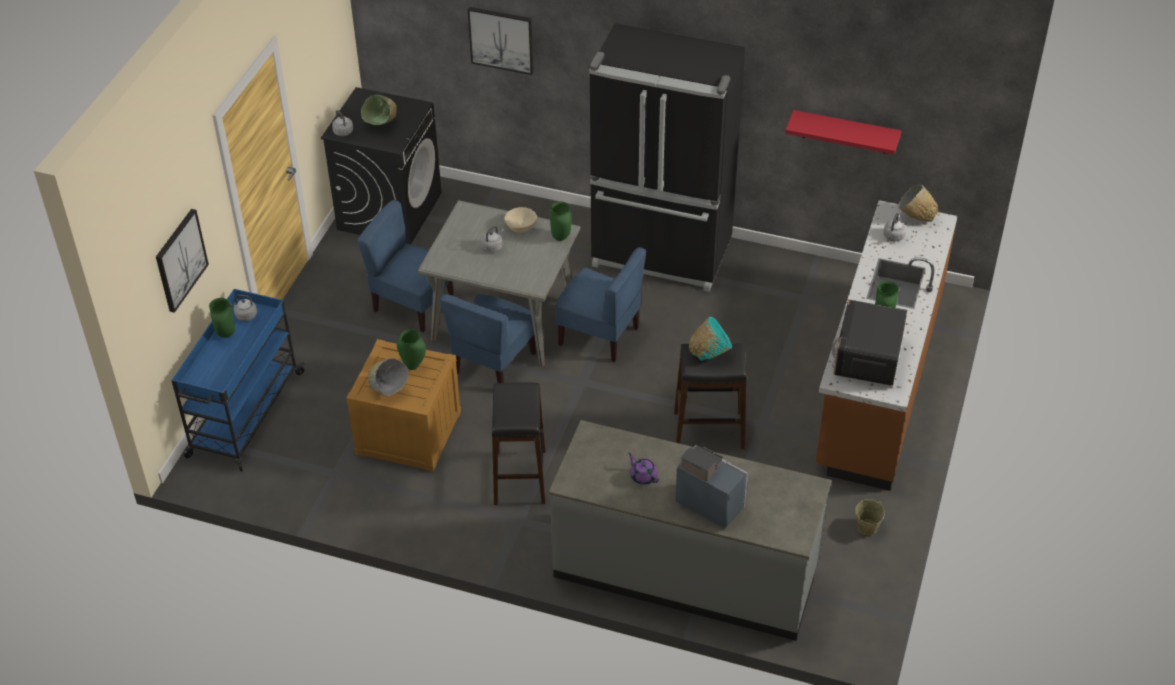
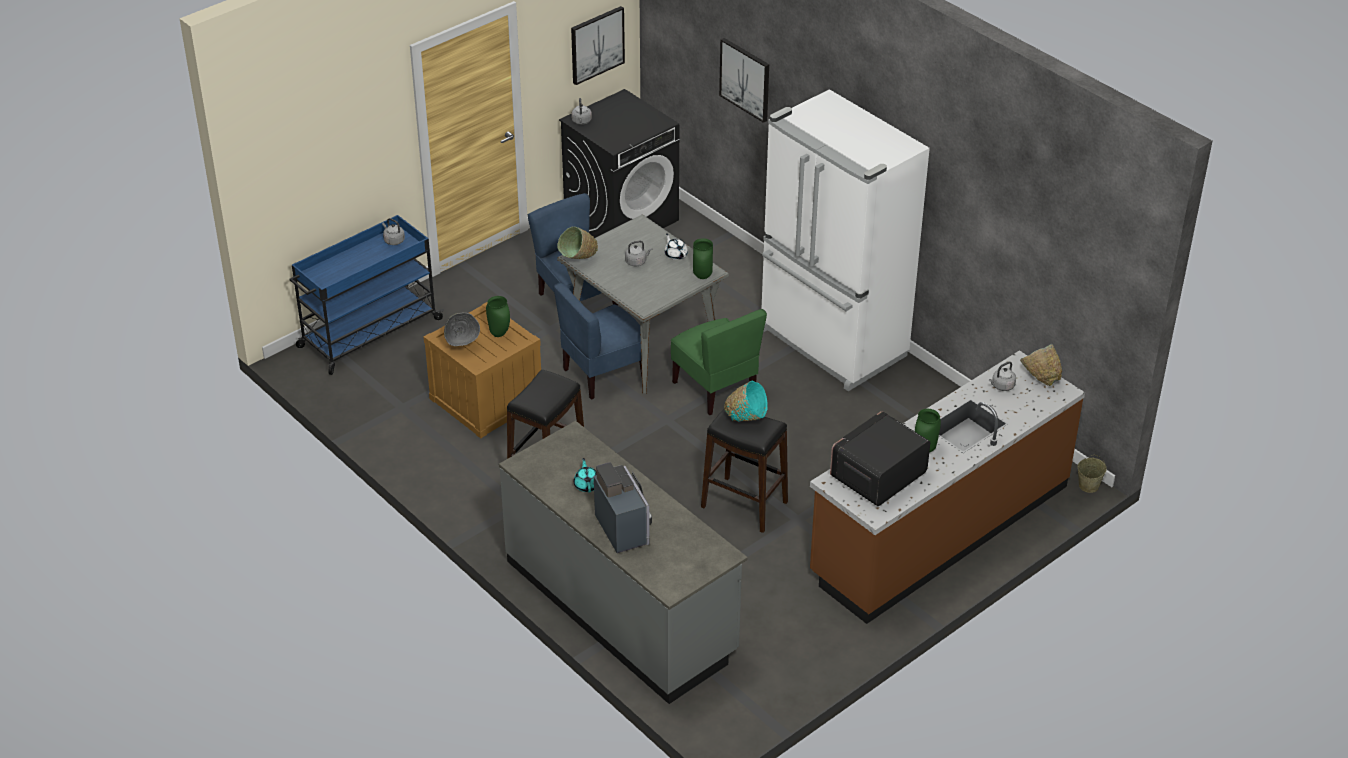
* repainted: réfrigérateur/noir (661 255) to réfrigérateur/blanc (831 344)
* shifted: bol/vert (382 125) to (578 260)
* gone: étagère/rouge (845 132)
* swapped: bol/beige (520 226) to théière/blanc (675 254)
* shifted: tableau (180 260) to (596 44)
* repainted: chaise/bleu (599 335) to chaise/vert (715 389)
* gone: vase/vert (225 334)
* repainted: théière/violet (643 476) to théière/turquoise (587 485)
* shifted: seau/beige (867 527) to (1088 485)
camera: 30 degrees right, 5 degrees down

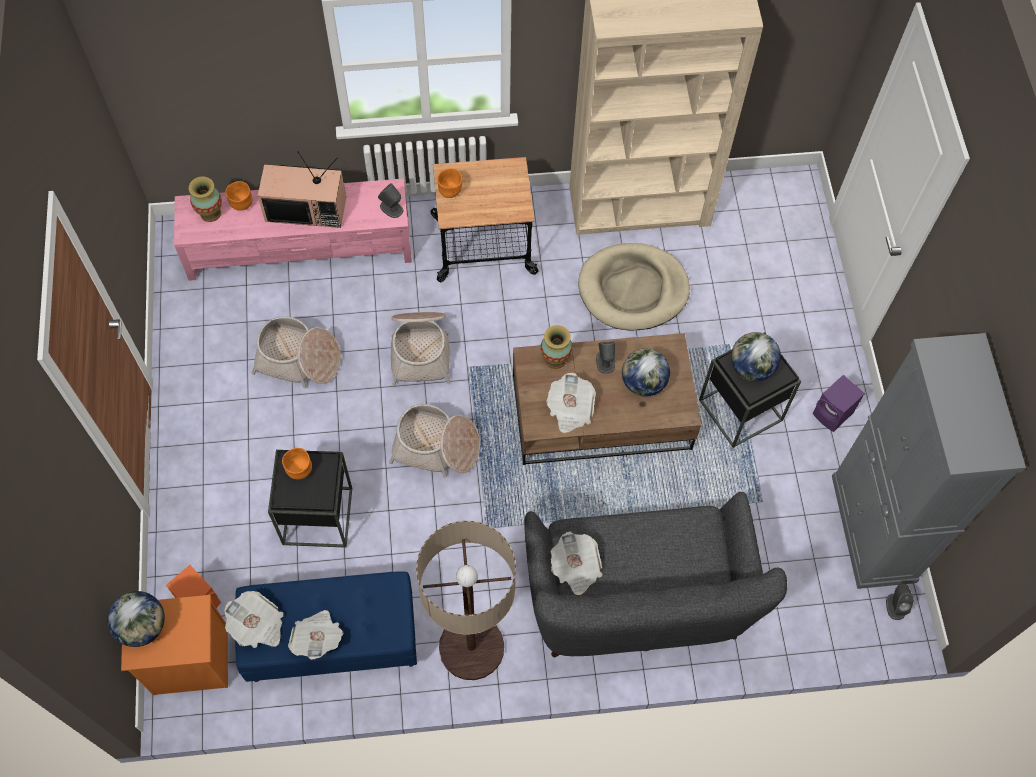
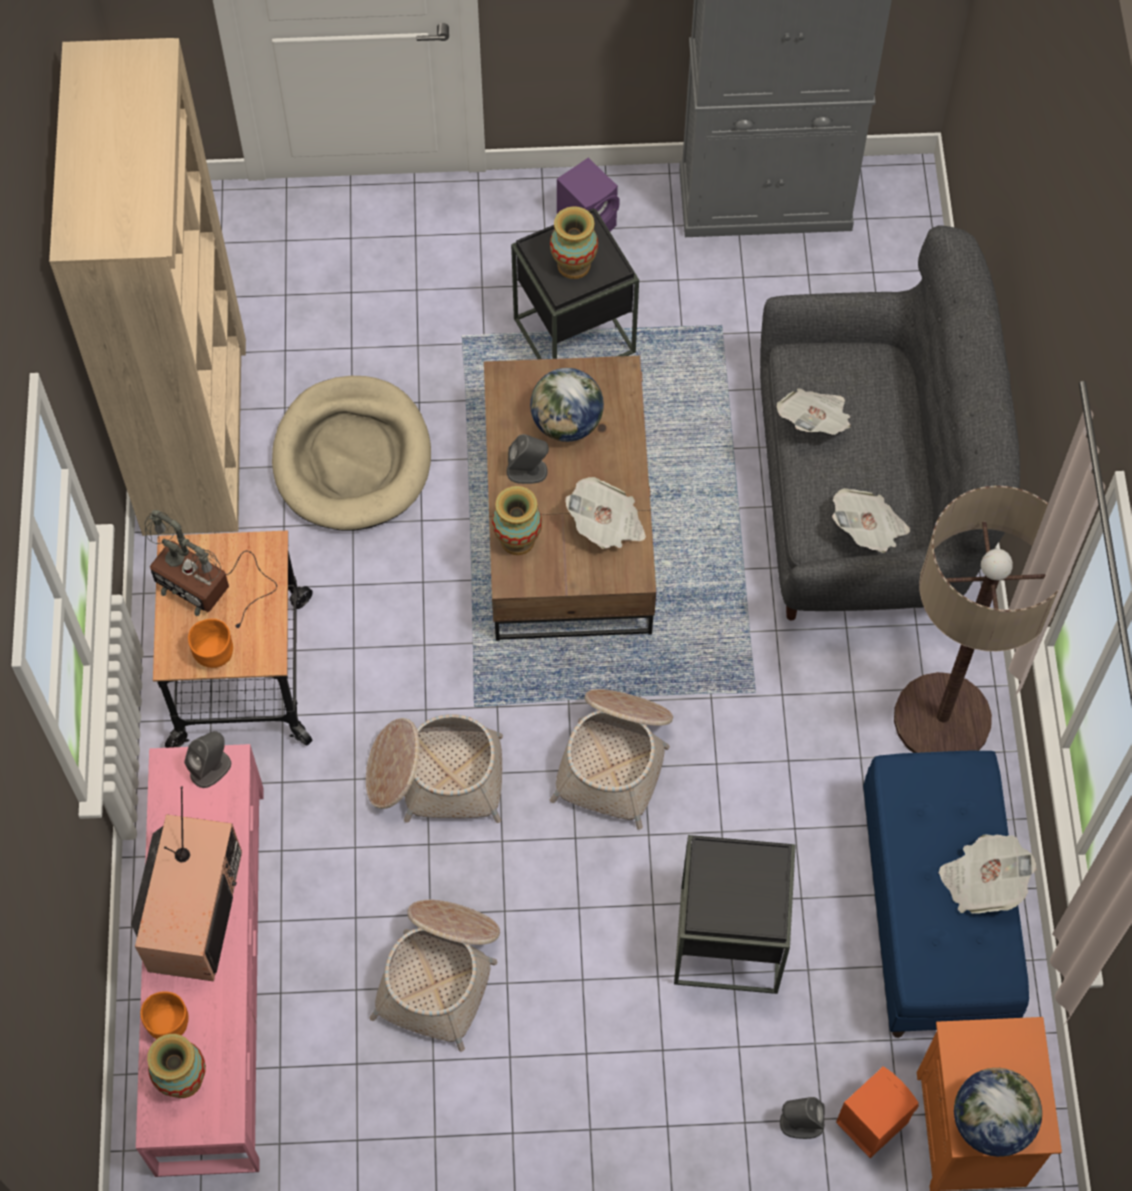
* swapped: globe (751 368) to vase (574 265)
* gone: bol/orange (299 469)
* shifted: enceinte/gris (895 606) to (801 1123)
* shifted: journal (257 626) to (814 421)
* new: lampe de table (206 586)
camera: 85 degrees left, 0 degrees up

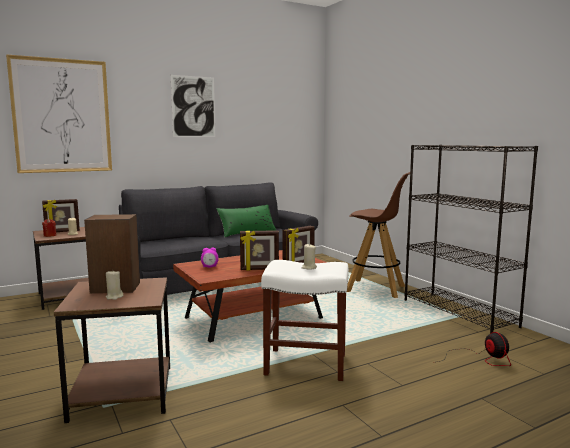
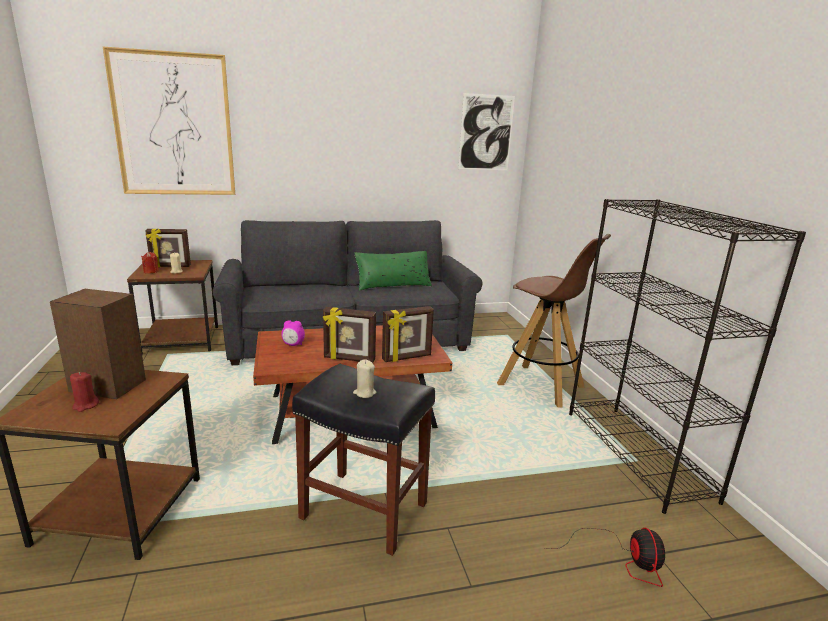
* shifted: tableau (193 106) to (486 133)
* repainted: tabouret/blanc (307 364) to tabouret/noir (366 510)
* repainted: bougie/beige (114 297) to bougie/rouge (85 405)
camera: 15 degrees right, 10 degrees up

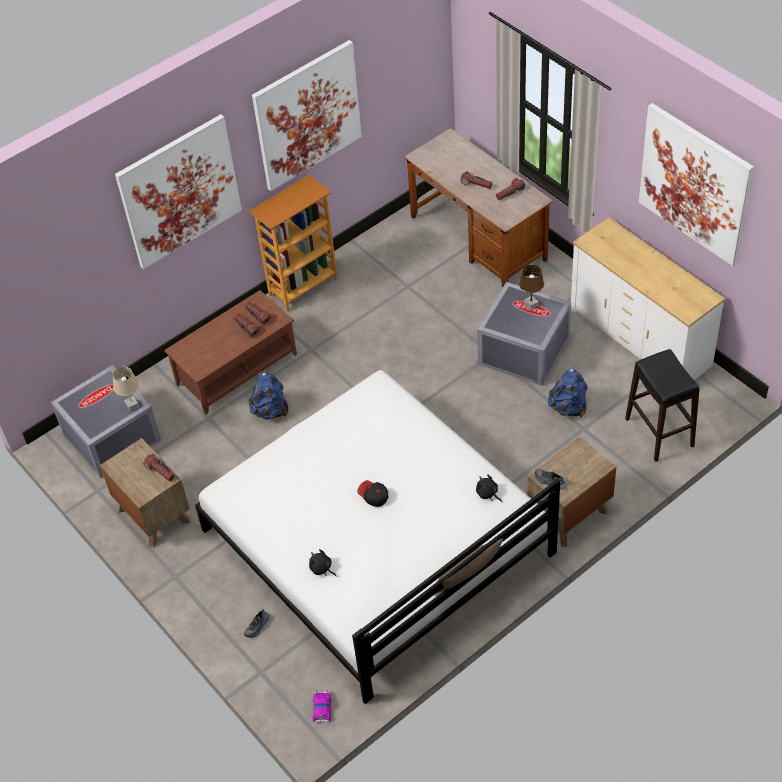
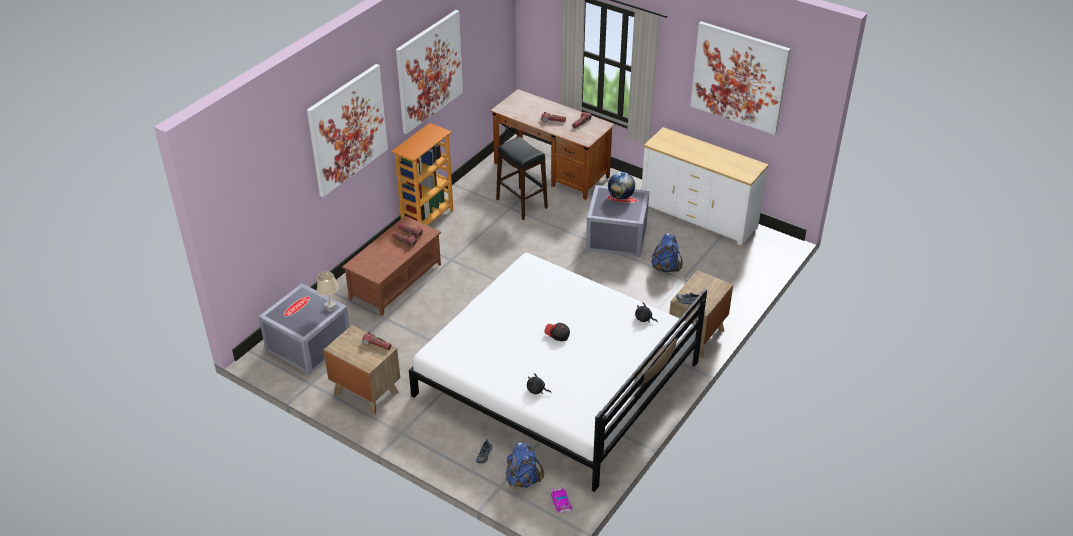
* swapped: lampe de table/marron (531 304) to globe (620 196)
* shifted: tabouret/noir (659 432) to (521 203)
* shifted: sac à dos/bleu (270 410) to (523 479)
camera: 20 degrees left, 10 degrees down

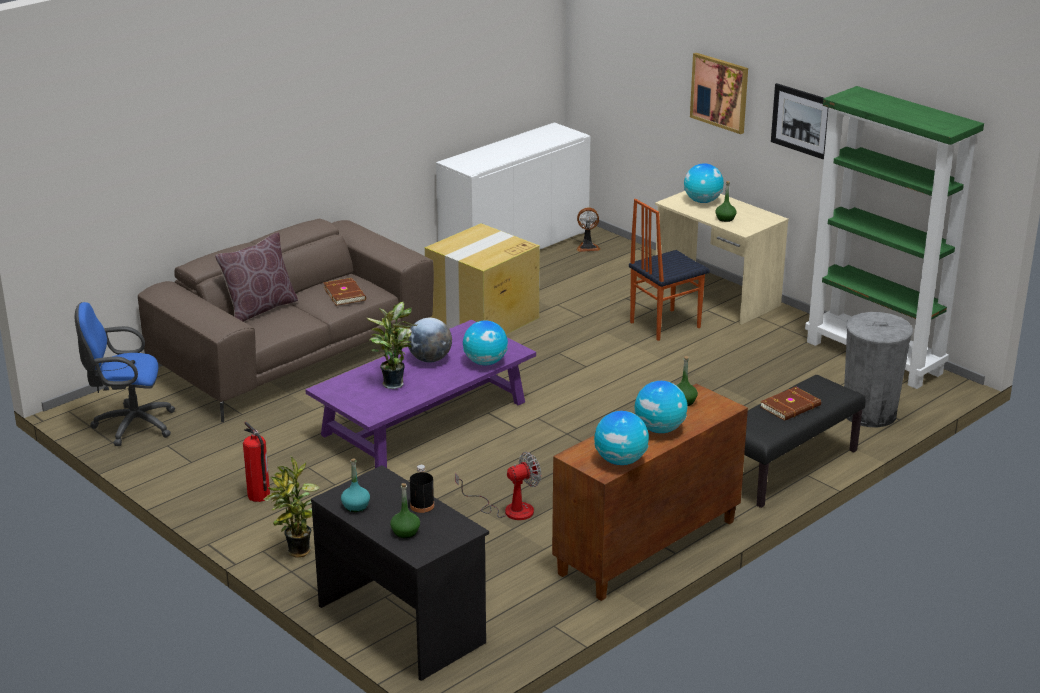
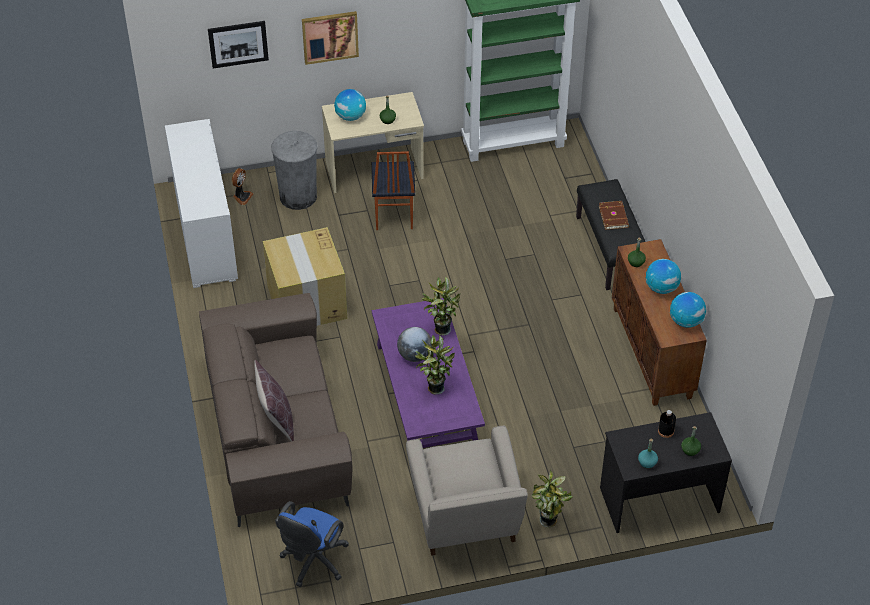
* shifted: tableau (802 121) to (238 44)
* gone: livre/marron (345 293)
* shifted: poubelle/gris (869 413) to (298 196)
* swapped: globe (485 362) to plante en pot (440 329)
* swapped: extincteur (259 496) to fauteuil/beige (466 519)
* gone: ventilateur (508 509)
camera: 60 degrees left, 20 degrees up

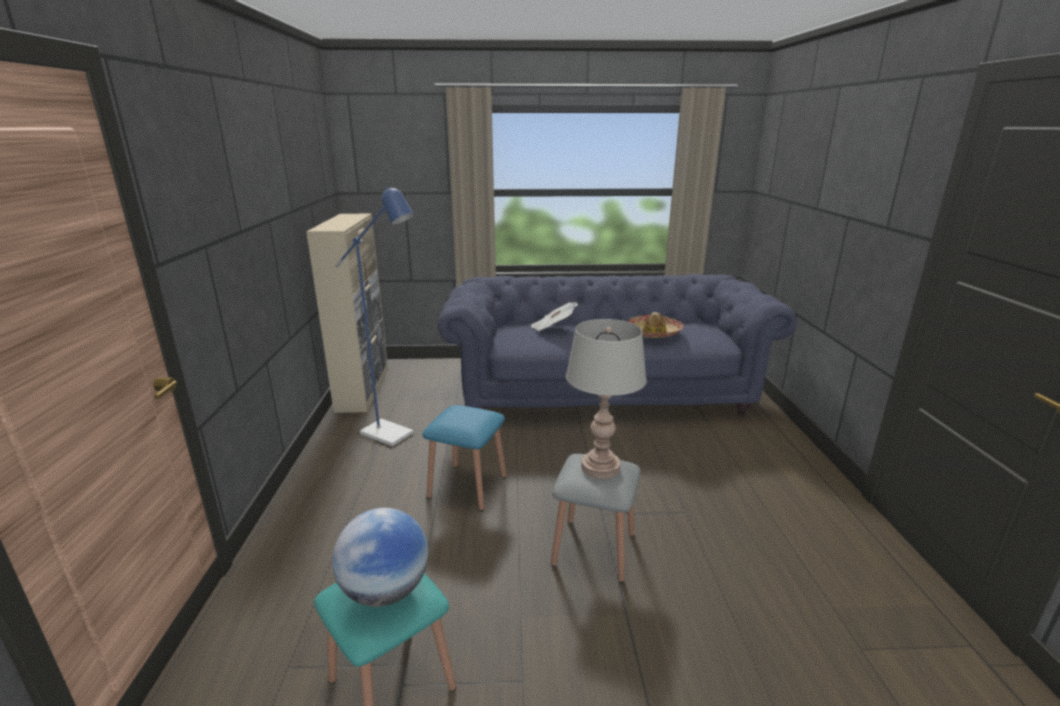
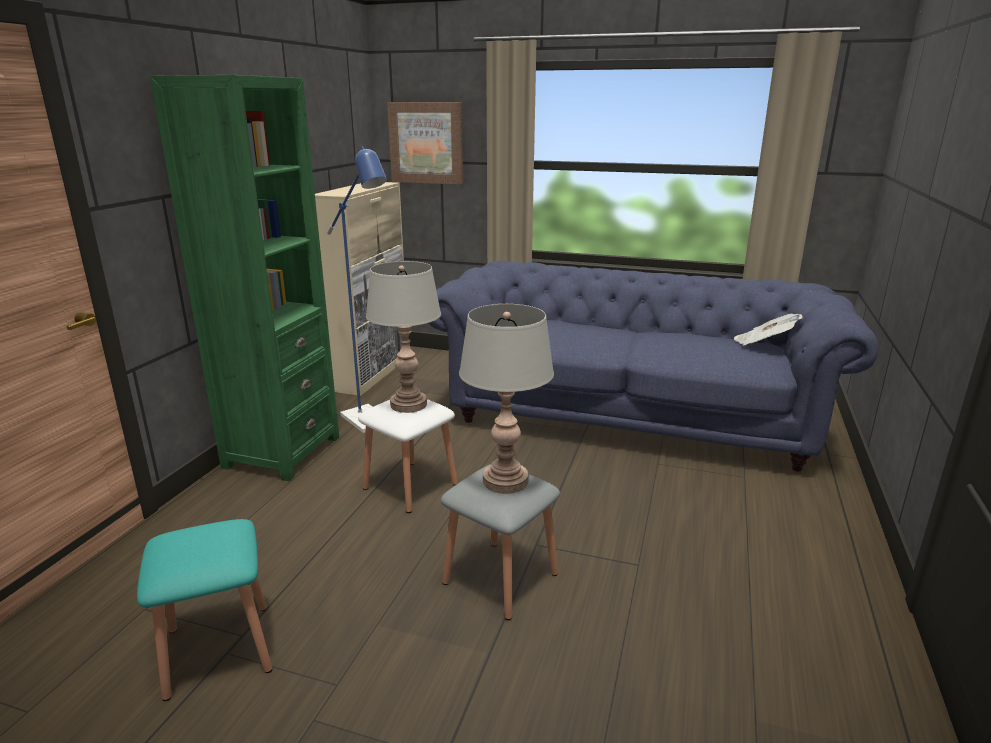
* shifted: journal (553 328) to (763 344)
* gone: chapeau (654 332)
* repainted: tabouret/bleu (467 486) to tabouret/blanc (410 486)
* gone: globe (385 591)
* new: bibliothèque/vert (282 452)
* new: tableau (426 143)
* new: lampe de table/gris (408 404)
camera: 20 degrees right, 0 degrees up

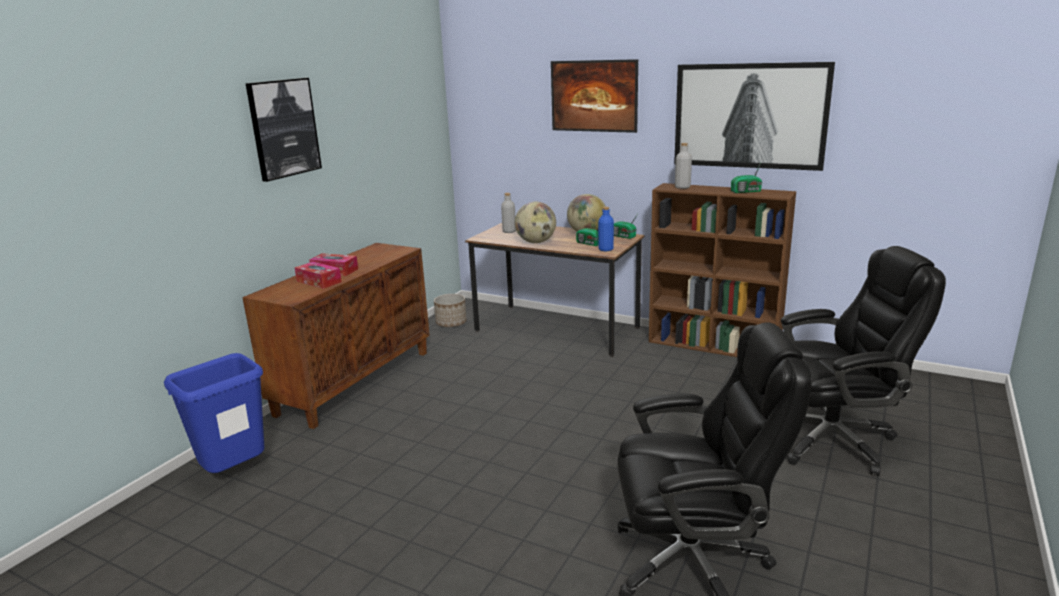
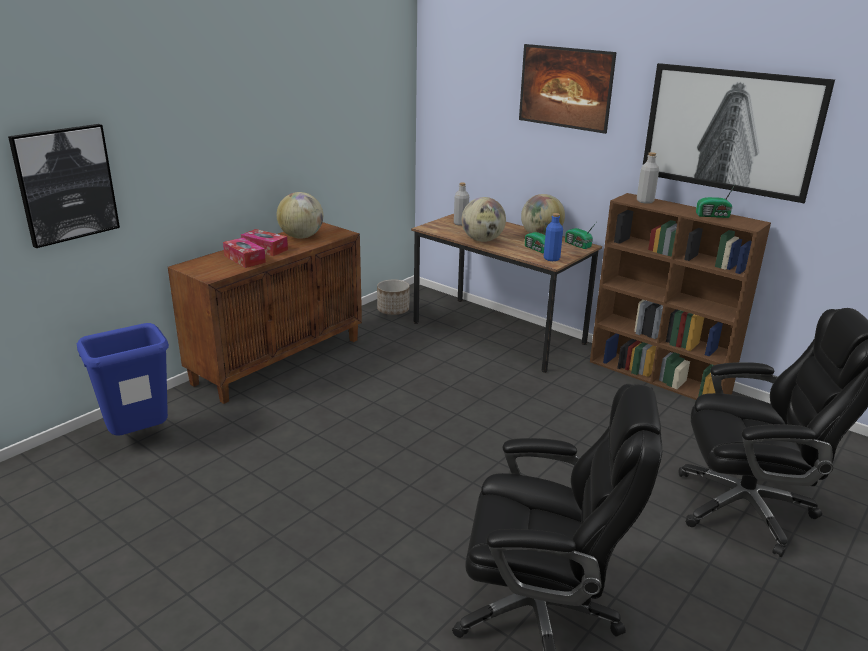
* shifted: tableau (283 128) to (66 184)
* new: globe (301 237)
camera: 10 degrees right, 5 degrees up

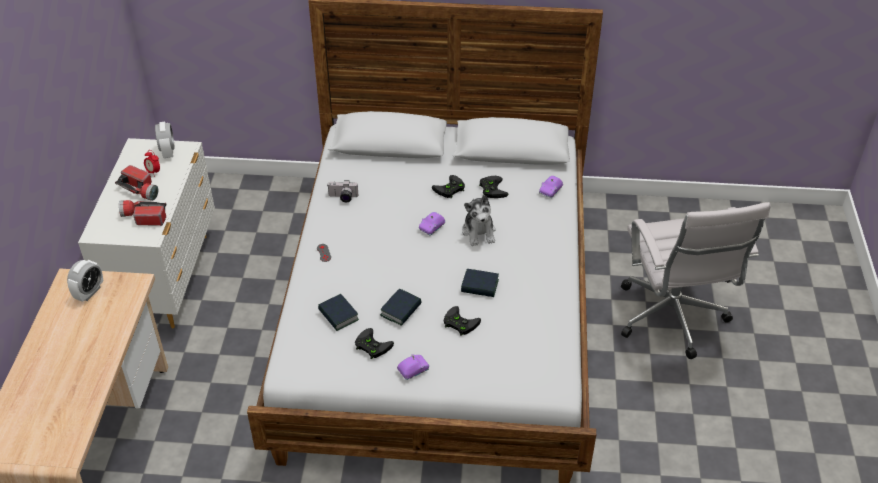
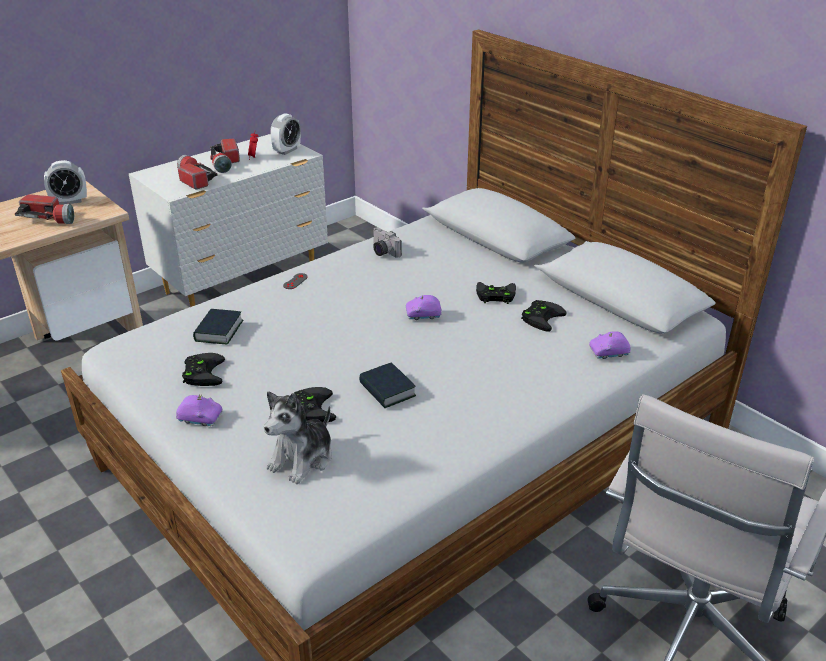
* shifted: peluche (479 232) to (302 459)
* gone: livre (401 310)
* new: lampe de poche (49 219)
camera: 45 degrees right, 10 degrees down

